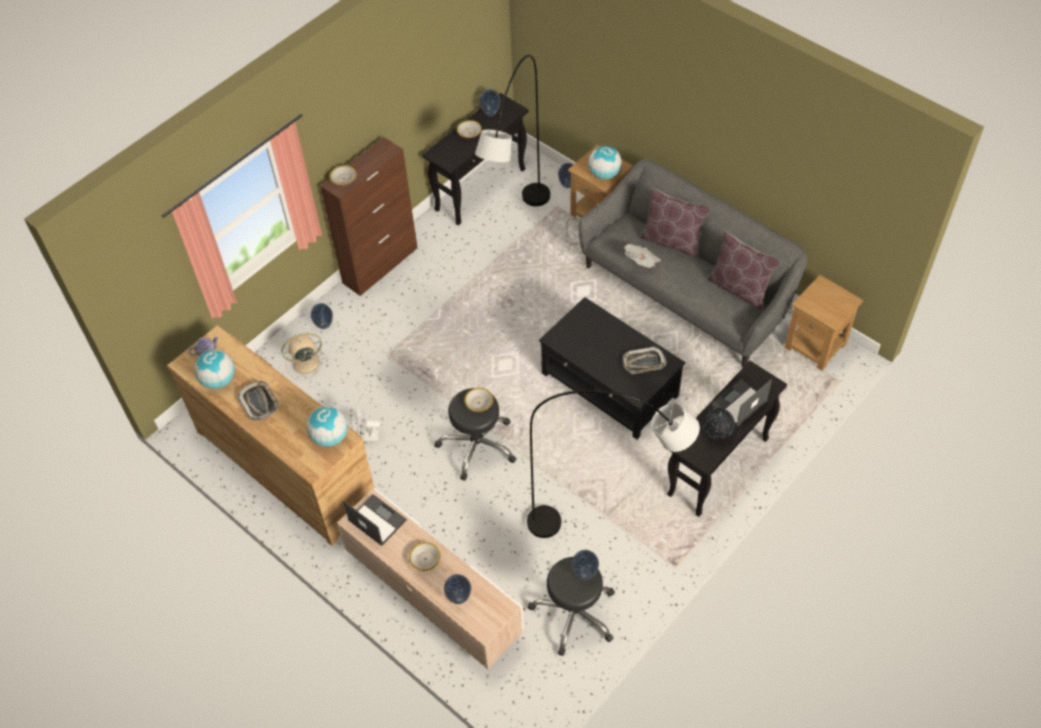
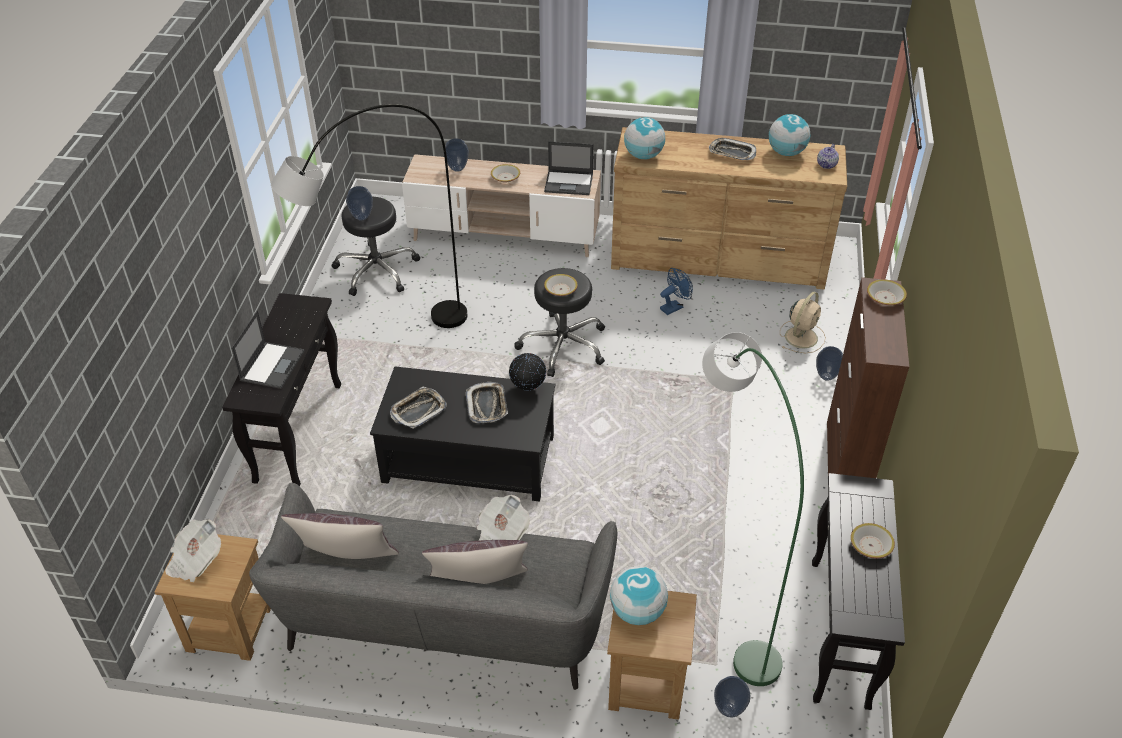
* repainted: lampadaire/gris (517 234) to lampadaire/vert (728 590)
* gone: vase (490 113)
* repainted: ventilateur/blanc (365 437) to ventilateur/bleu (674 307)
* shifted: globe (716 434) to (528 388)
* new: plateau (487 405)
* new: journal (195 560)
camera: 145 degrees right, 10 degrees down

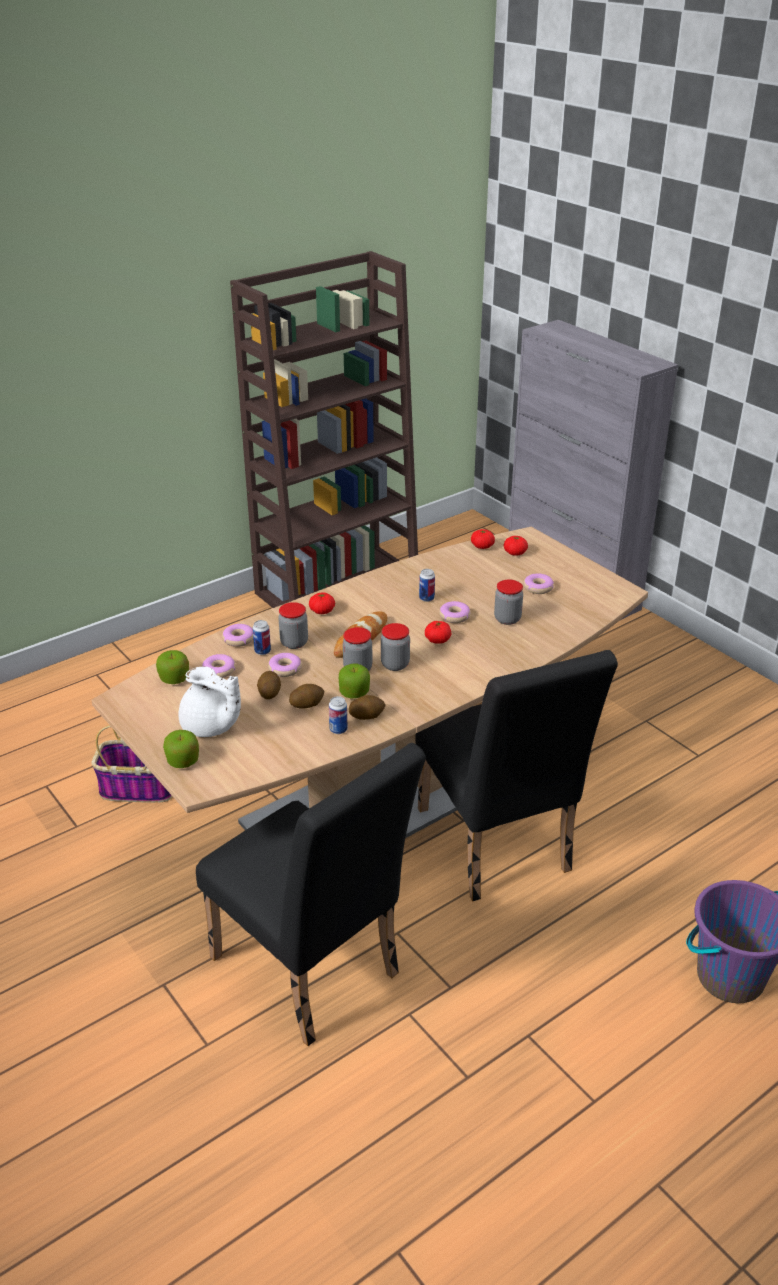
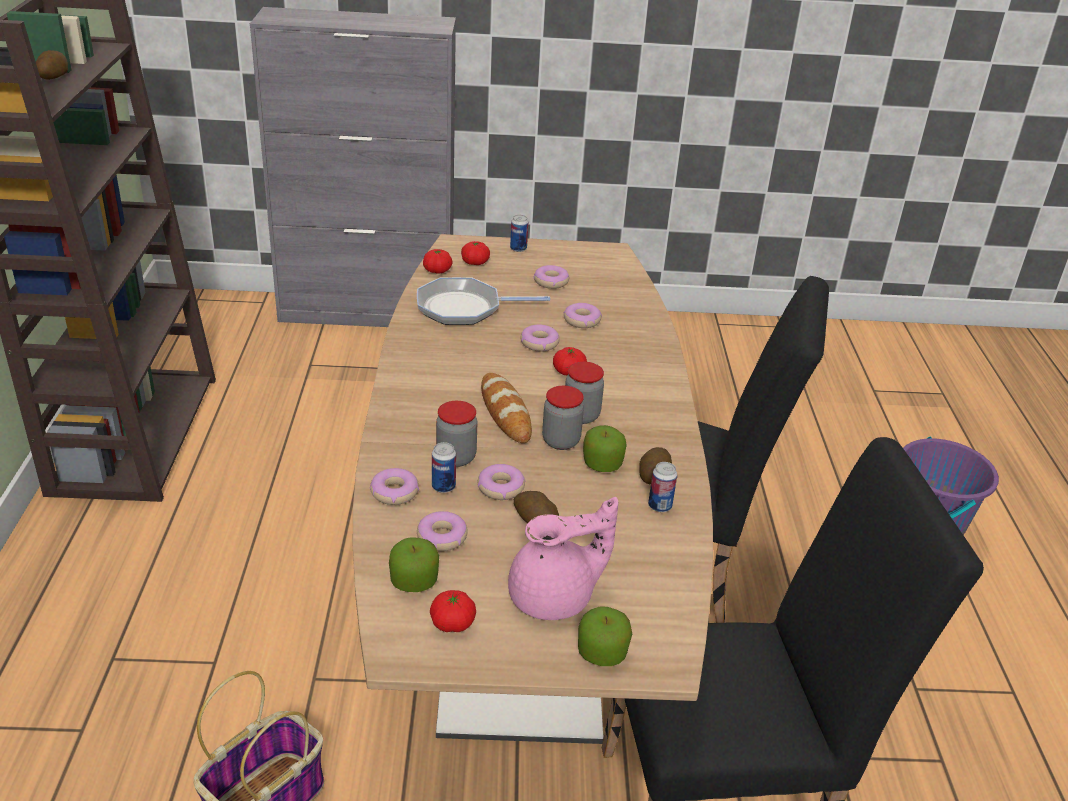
* shifted: boîte métallique (426 598) to (518 249)
* swapped: bocal (507 619) to beignet (582 321)
* shifted: tomate (322 611) to (452 623)
* repainted: théière/blanc (210 727) to théière/rose (555 598)
* shifted: pomme de terre (307 704) to (53 76)
* new: poêle (464 308)
camera: 55 degrees left, 0 degrees up

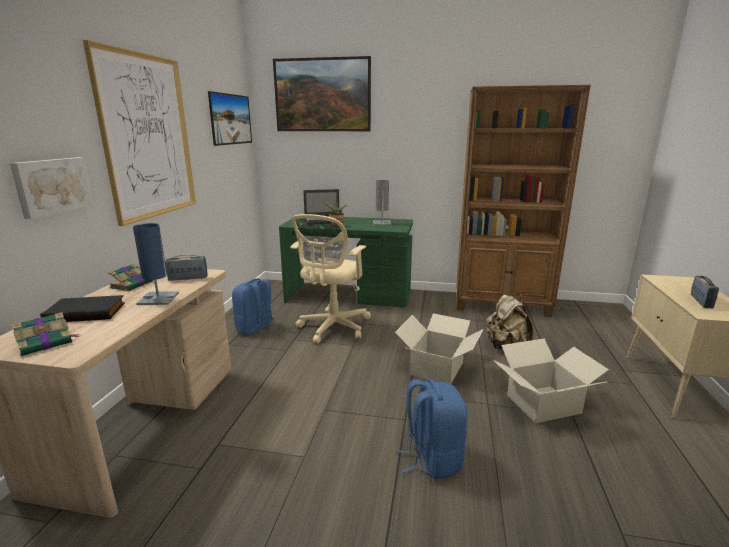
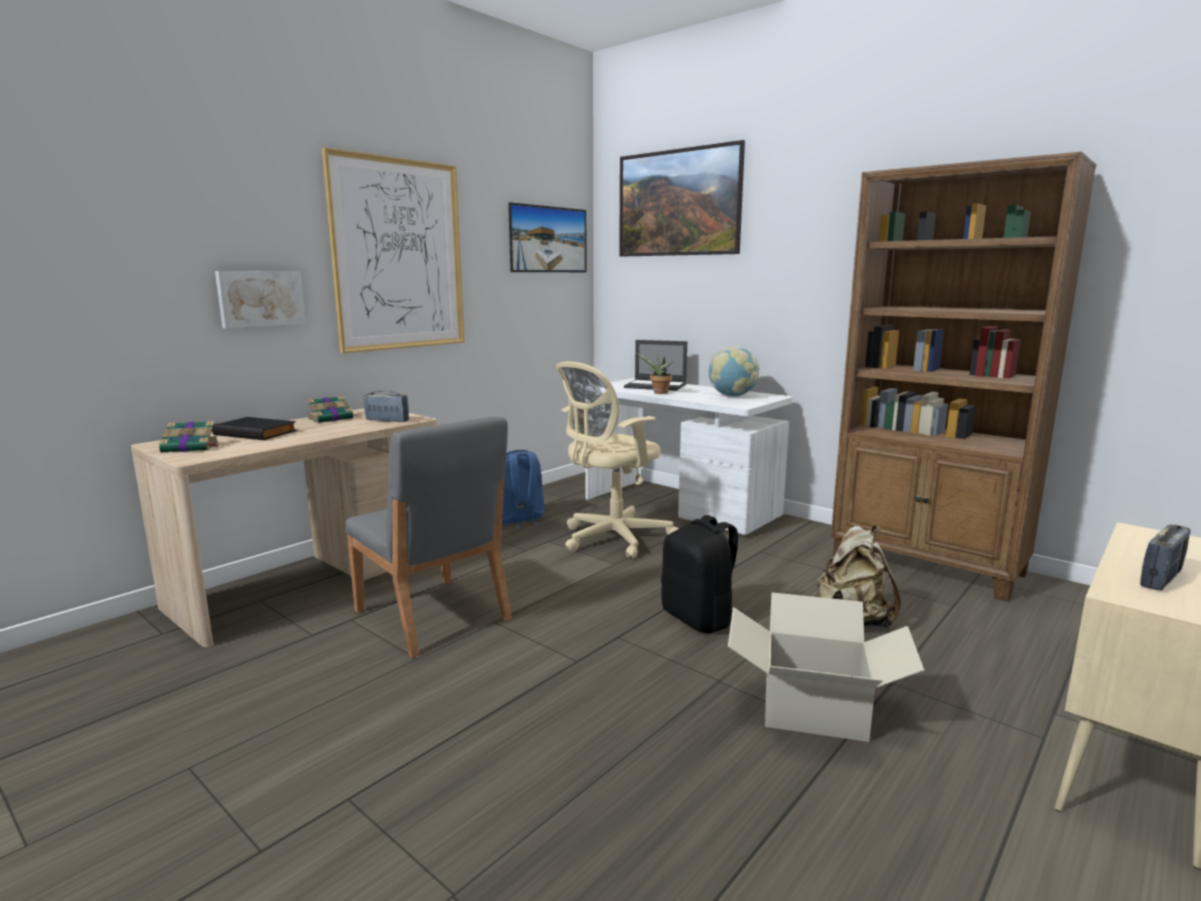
* swapped: lampe de table/gris (381 223) to globe (732 396)
* repainted: bureau/vert (349 296) to bureau/blanc (681 507)
* gone: lampe de table/bleu (158 299)
* swapped: carton (437 368) to sac à dos/noir (699 619)
* gone: sac à dos/bleu (432 458)
* new: chaise/gris (432 616)
camera: 30 degrees right, 5 degrees down

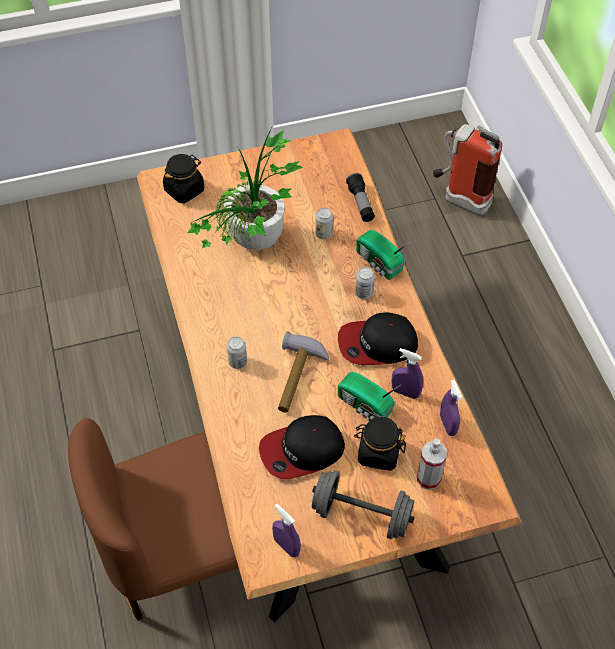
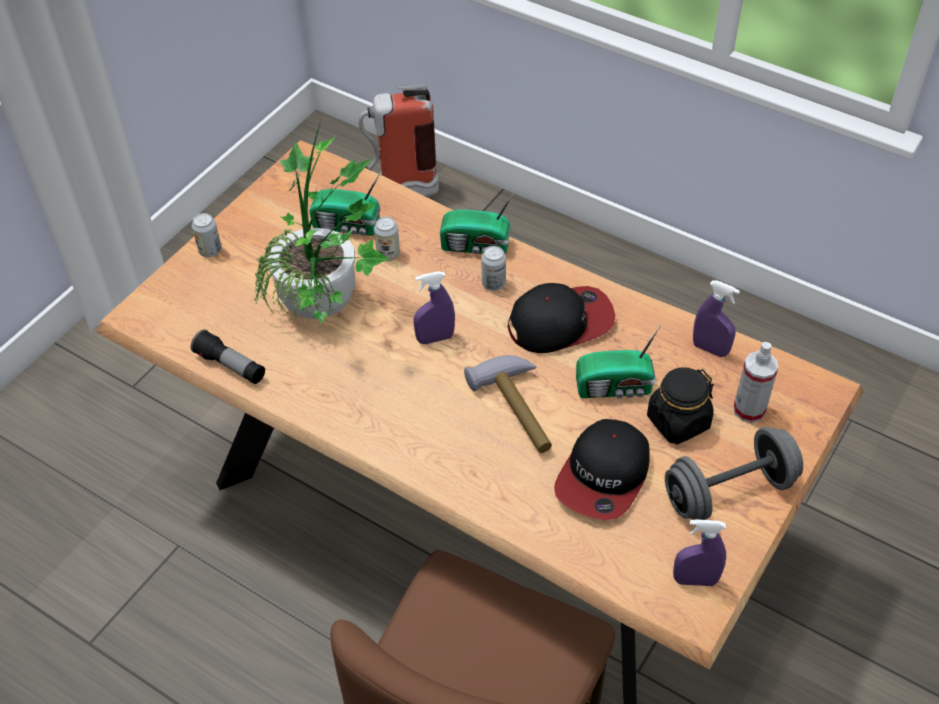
* gone: bocal/noir (184 190)
* shifted: lampe de poche (360 203) to (230 366)
* rotated: casquette (377 344) = (561 322) 150 degrees counterclockwise
* shifted: boîte métallique (237 362) to (210 250)
* shifted: vaporisateur/violet (405 392) to (435 338)
* new: radio (348 226)
camera: 40 degrees left, 5 degrees down

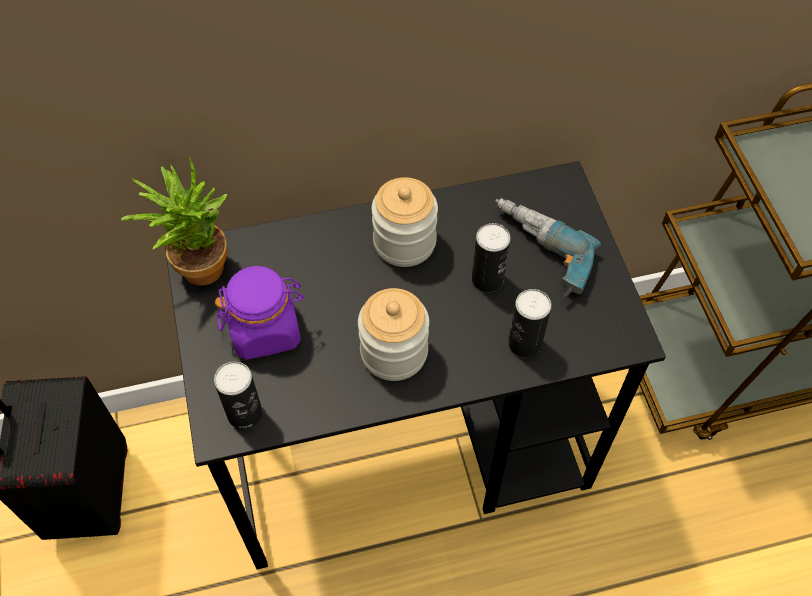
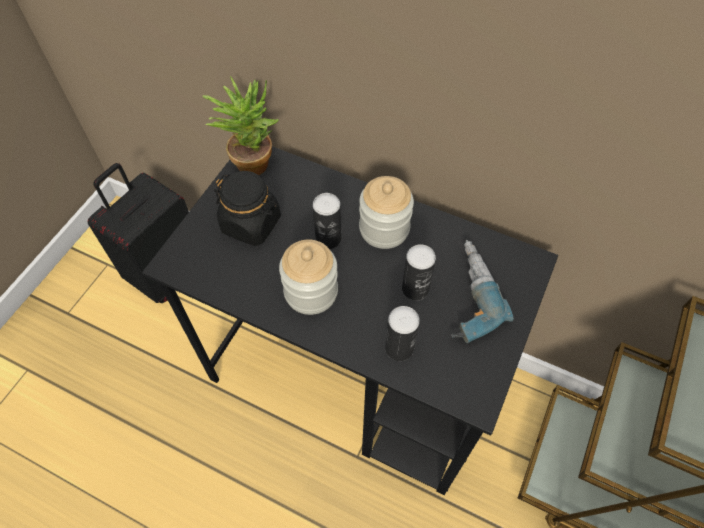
* repainted: bocal/violet (265 329) to bocal/noir (251 224)
* shifted: boîte métallique (245 413) to (328 239)
camera: 40 degrees right, 0 degrees up

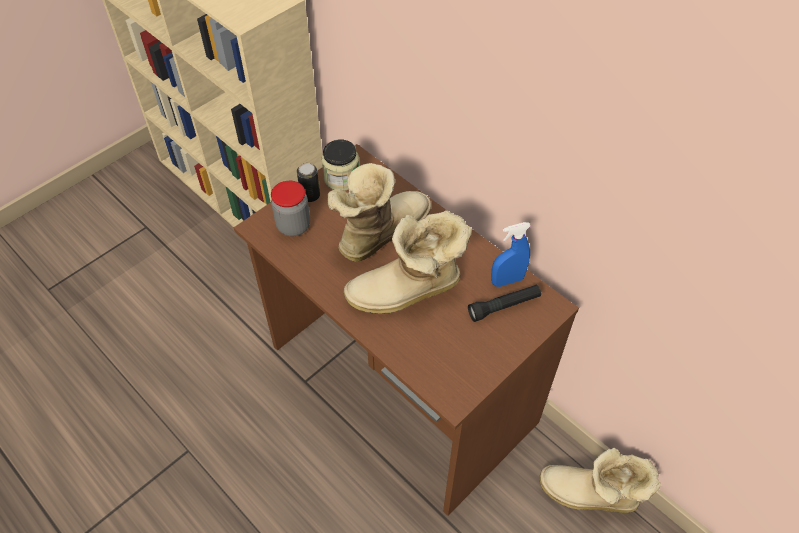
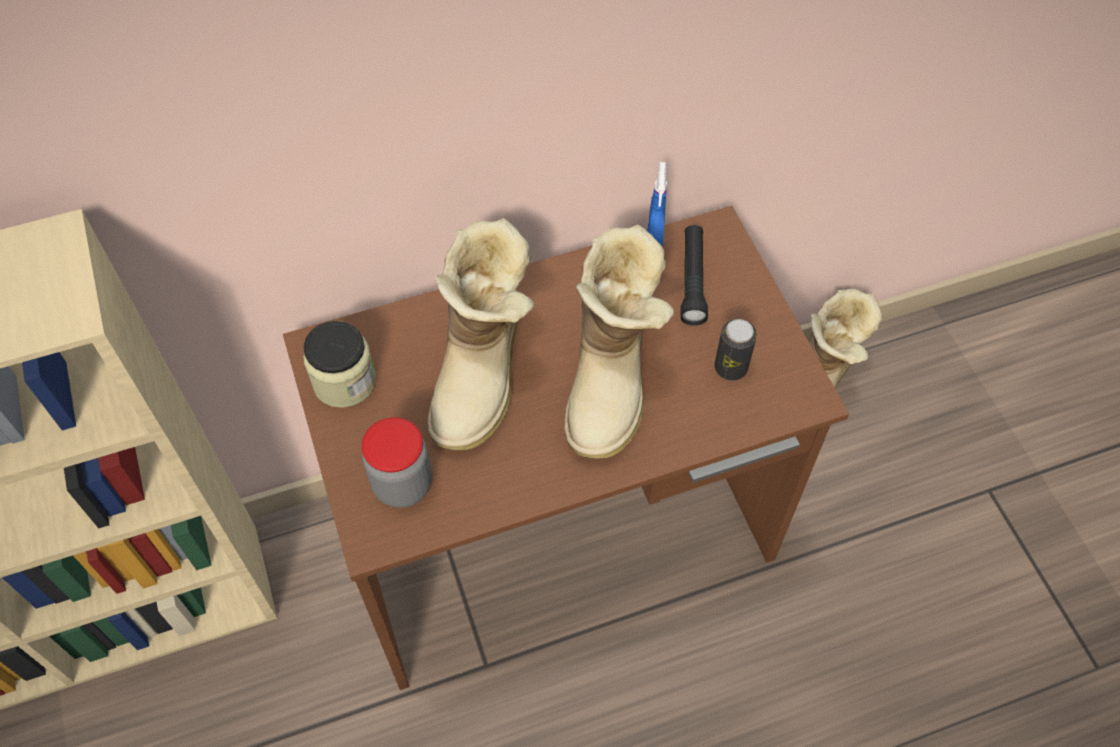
* shifted: boîte métallique (310 195) to (730 367)
* rotated: botte (379 232) = (484 373) 150 degrees counterclockwise
camera: 65 degrees left, 5 degrees up

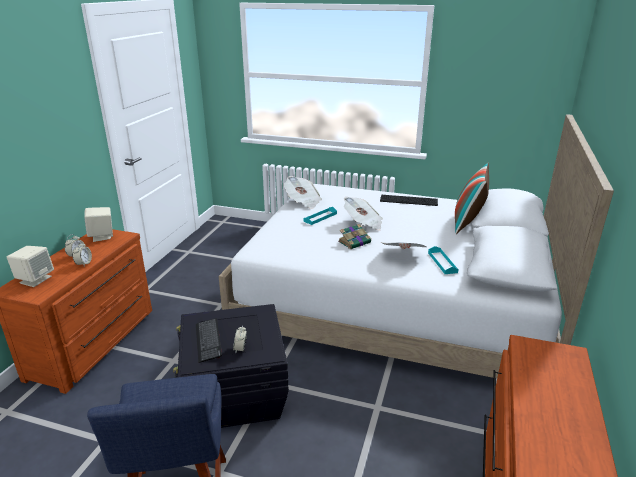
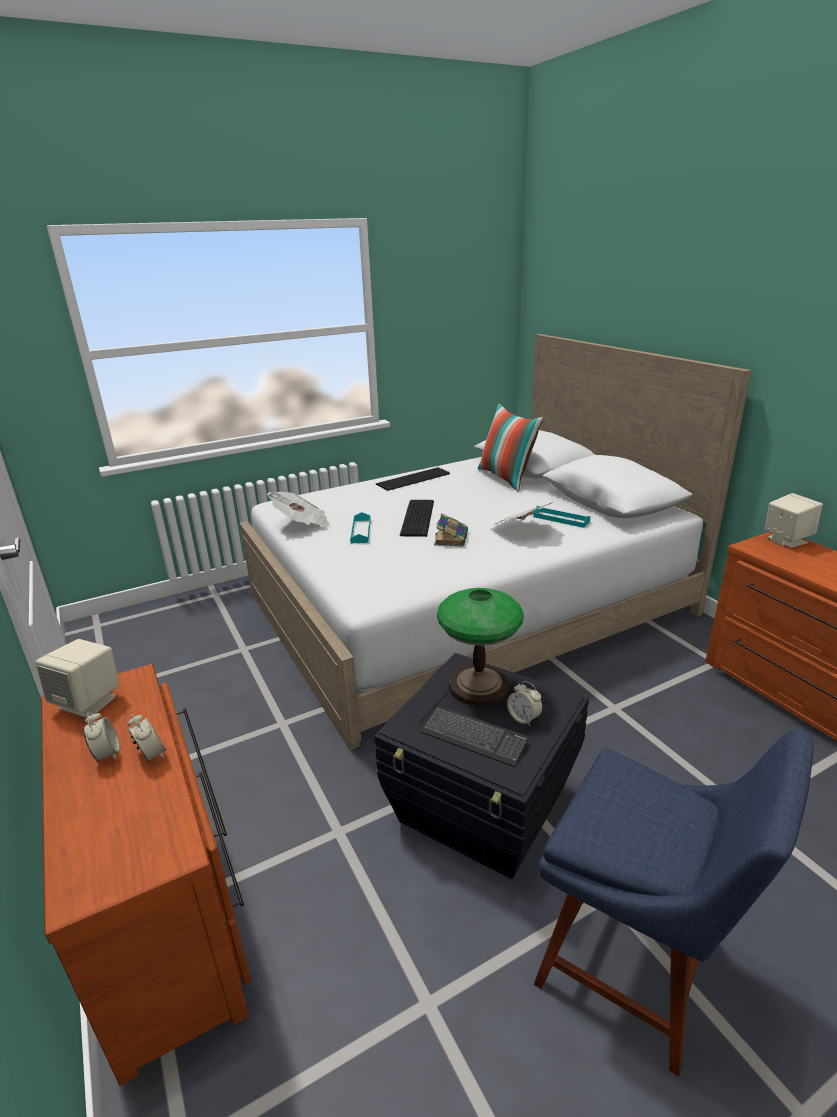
* swapped: journal (363 223) to clavier (419 517)
* shifted: enceinte/beige (35 279) to (786 540)
* new: lampe de table (478 685)
camera: 45 degrees left, 0 degrees up

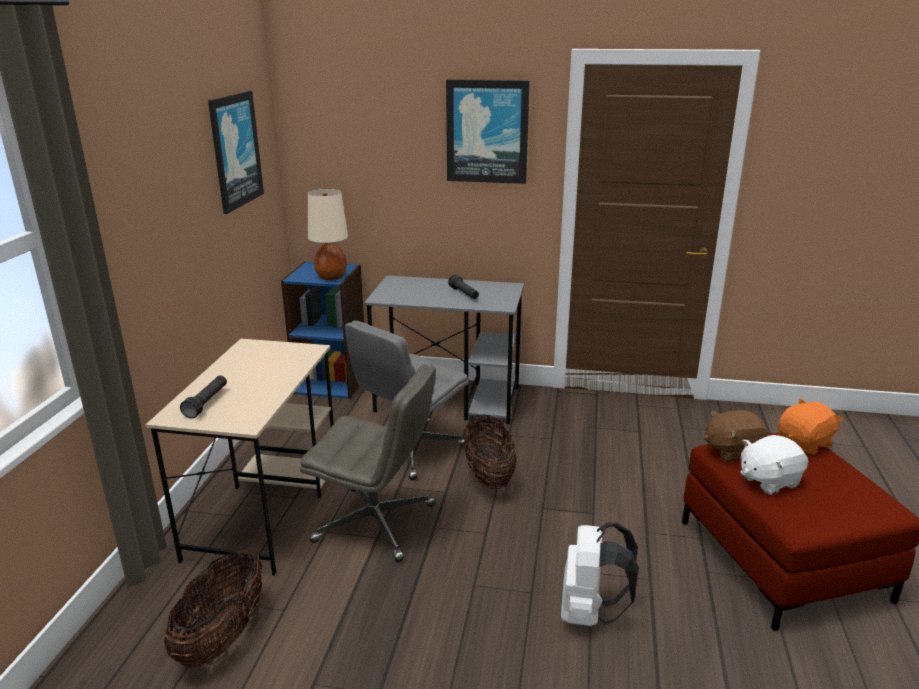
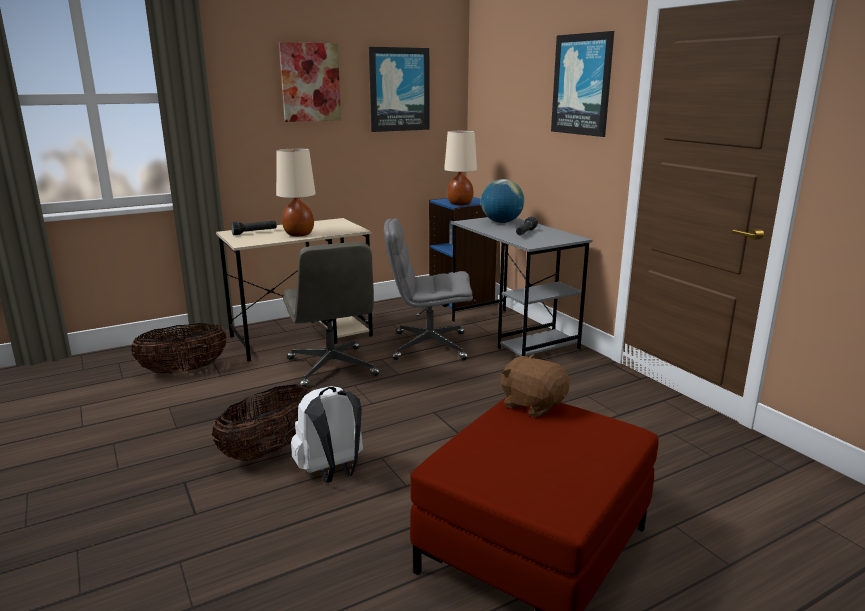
* gone: peluche/orange (805 443)
* shifted: panier (488 476) to (269 450)
* gone: peluche/blanc (768 480)
* new: tableau (310 82)
* new: lampe de table/beige (299 234)
* new: globe (501 222)
camera: 50 degrees right, 5 degrees down

